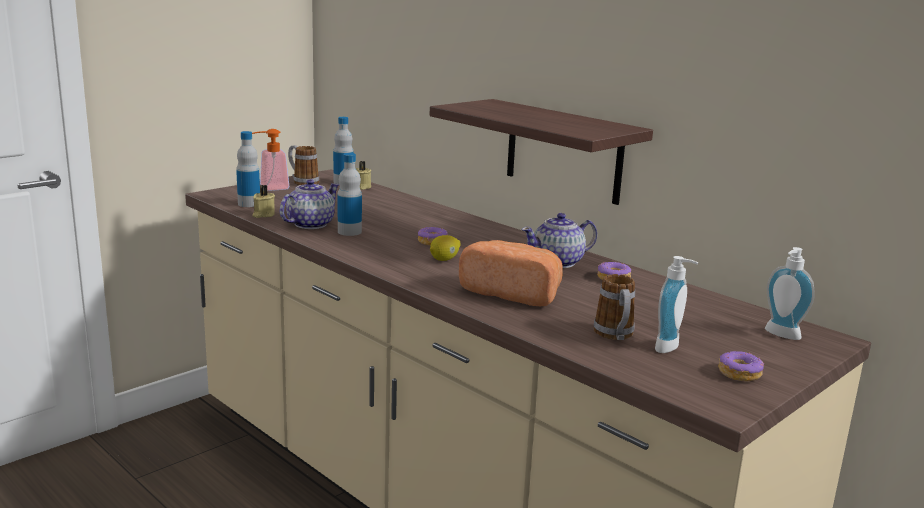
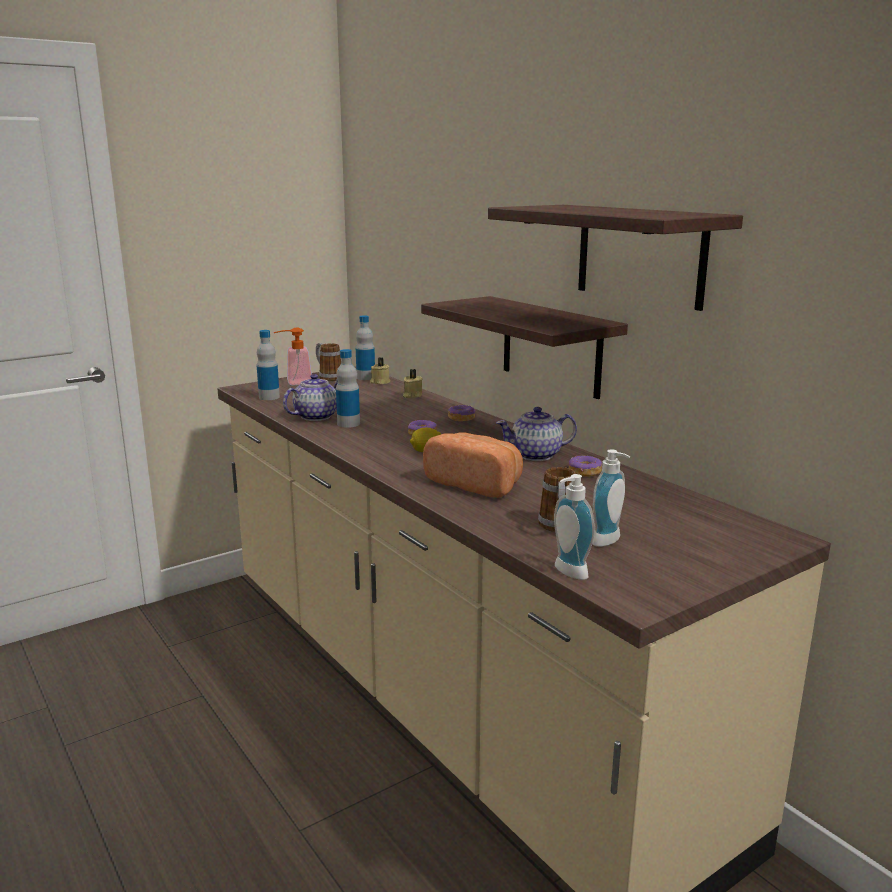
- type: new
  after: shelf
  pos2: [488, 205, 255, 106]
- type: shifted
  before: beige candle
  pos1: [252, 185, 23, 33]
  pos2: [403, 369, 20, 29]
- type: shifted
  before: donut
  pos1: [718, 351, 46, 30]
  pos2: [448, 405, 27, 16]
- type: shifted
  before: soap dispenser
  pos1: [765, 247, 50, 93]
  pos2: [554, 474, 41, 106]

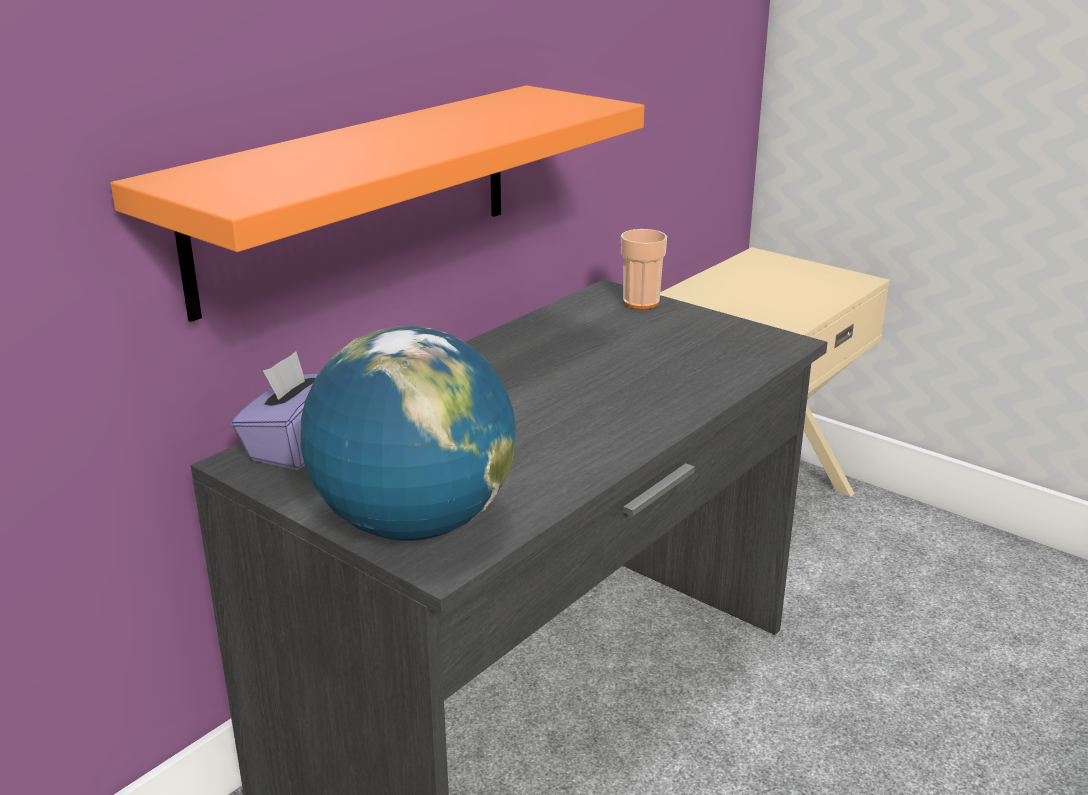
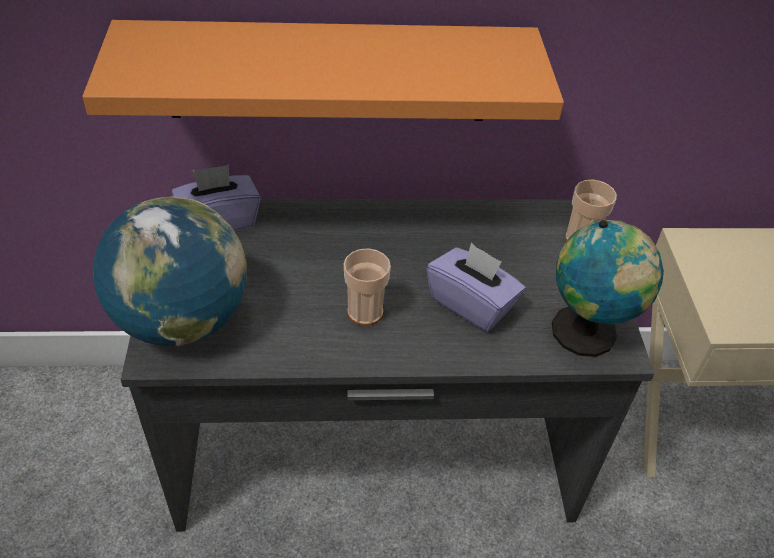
- type: new
  after: cup
  pos2: [344, 248, 47, 78]
- type: new
  after: purple tissue box
  pos2: [426, 242, 99, 90]
- type: new
  after: globe
  pos2: [552, 220, 112, 137]

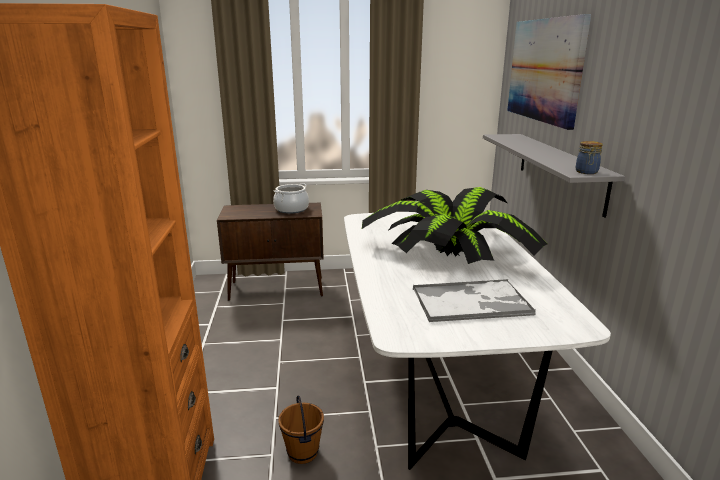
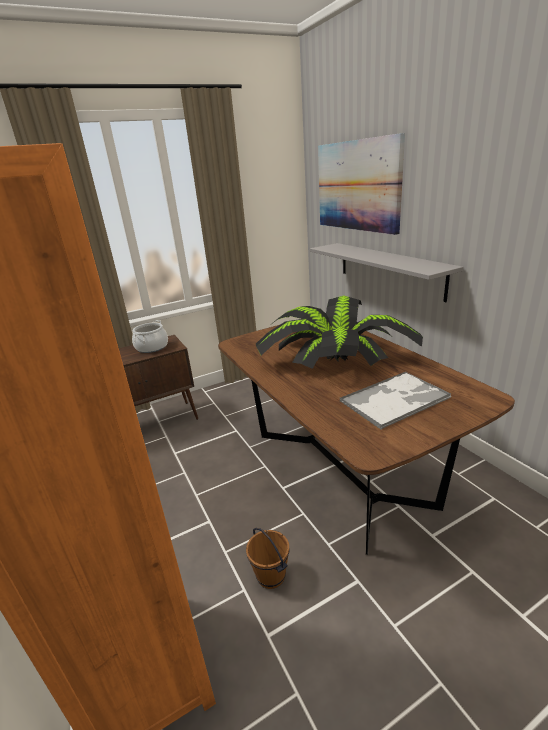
- type: gone
  before: jar
  pos1: [576, 141, 27, 33]
- type: repainted
  before: white dining table
  after: brown dining table
  pos1: [344, 212, 267, 258]
  pos2: [218, 325, 297, 230]

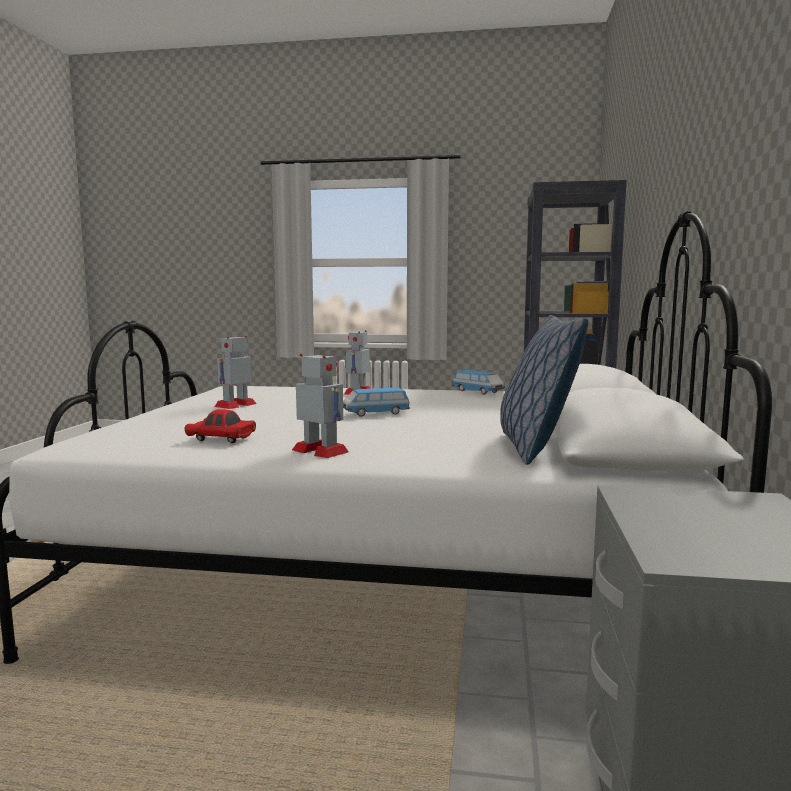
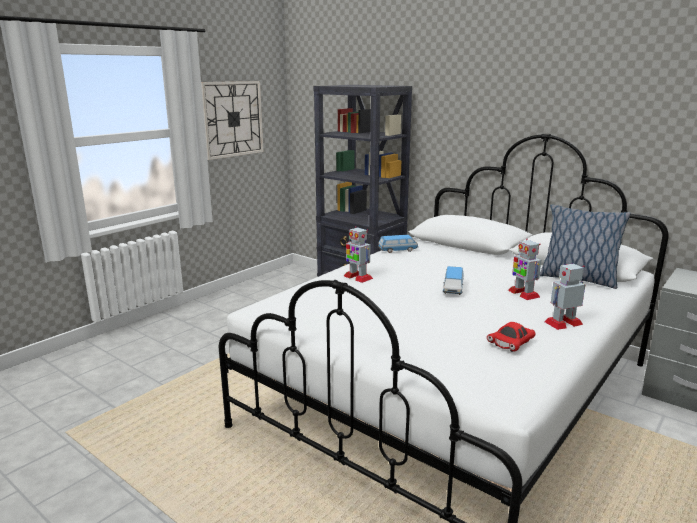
- type: new
  after: wall clock
  pos2: [201, 81, 63, 79]
- type: shifted
  before: toy robot
  pos1: [215, 336, 42, 73]
  pos2: [508, 239, 33, 61]

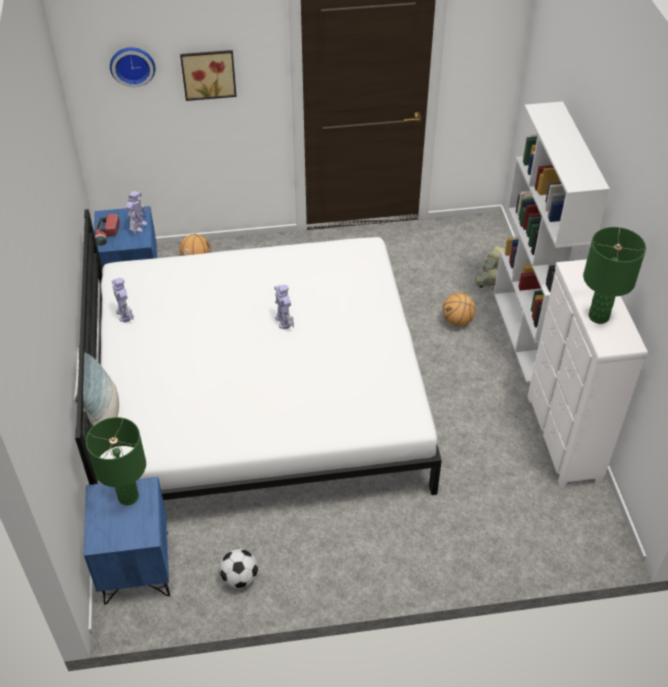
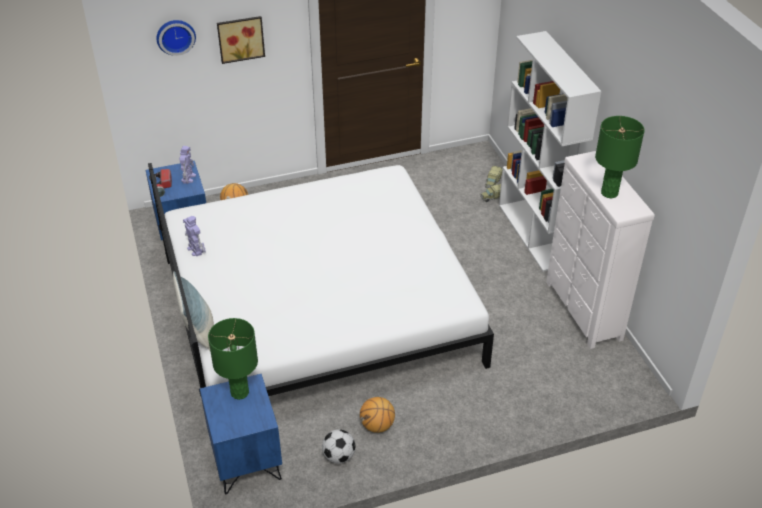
- type: gone
  before: toy robot
  pos1: [274, 285, 20, 44]
- type: shifted
  before: basketball
  pos1: [442, 293, 34, 33]
  pos2: [360, 397, 35, 36]

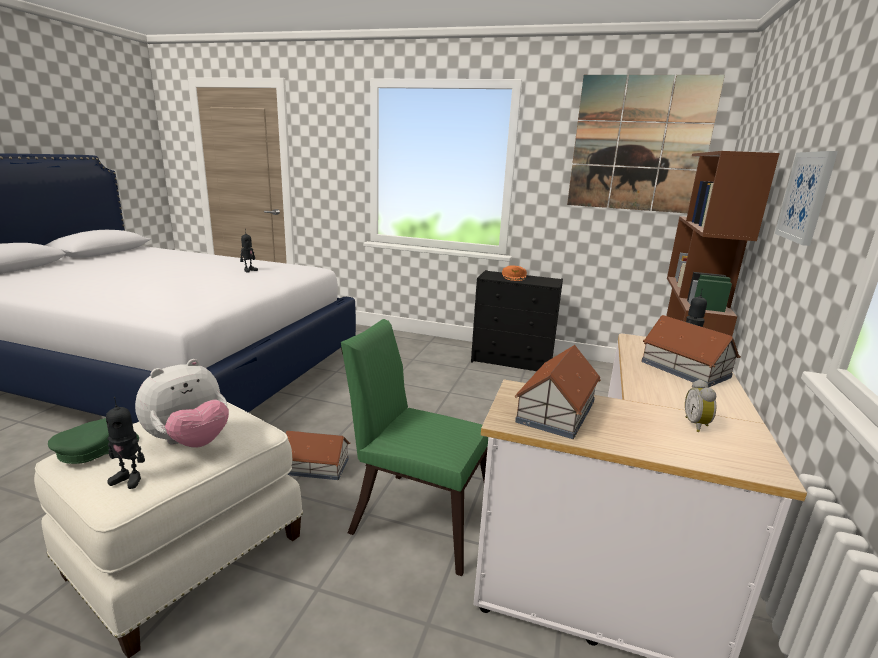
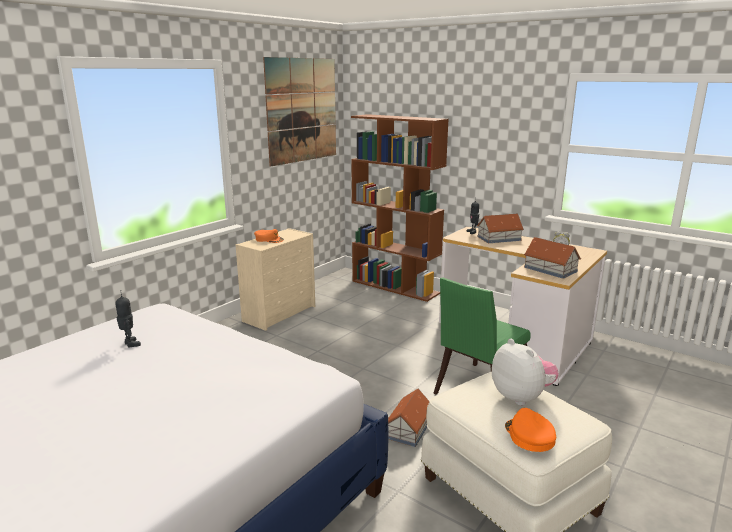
- type: gone
  before: toy robot
  pos1: [106, 397, 39, 92]
- type: gone
  before: picture
  pos1: [775, 151, 63, 95]
- type: repainted
  before: green cap
  after: orange cap
  pos1: [48, 418, 91, 46]
  pos2: [505, 408, 51, 44]
- type: repainted
  before: black dresser
  after: beige dresser
  pos1: [471, 270, 92, 101]
  pos2: [235, 228, 80, 103]

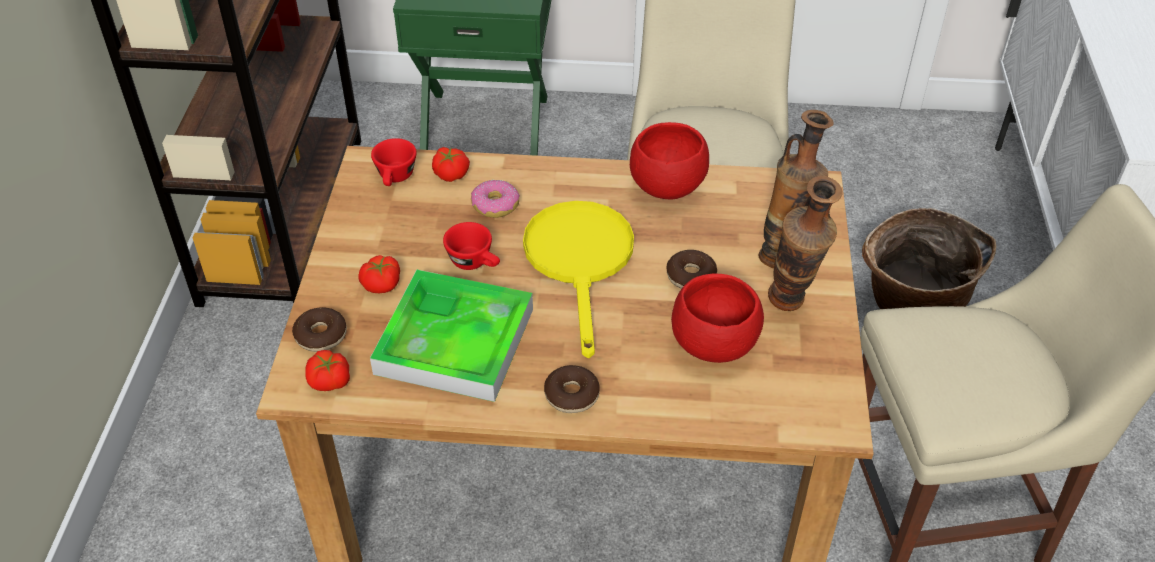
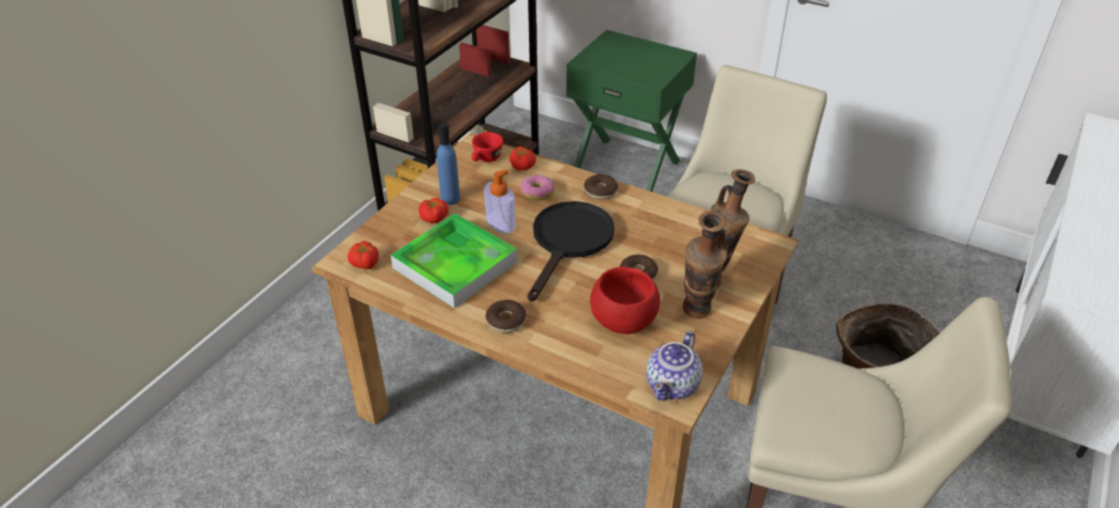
- type: gone
  before: red bowl
  pos1: [630, 122, 79, 78]
- type: new
  after: blue bottle
  pos2: [436, 123, 24, 82]
- type: new
  after: teapot
  pos2: [646, 331, 57, 70]
- type: shifted
  before: donut
  pos1: [292, 307, 55, 45]
  pos2: [584, 174, 34, 25]
- type: swapped
  before: red cup
  after: soap dispenser
  pos1: [443, 222, 57, 48]
  pos2: [484, 169, 32, 65]
- type: repainted
  before: yellow frying pan
  after: black frying pan
  pos1: [523, 201, 111, 157]
  pos2: [527, 201, 87, 101]

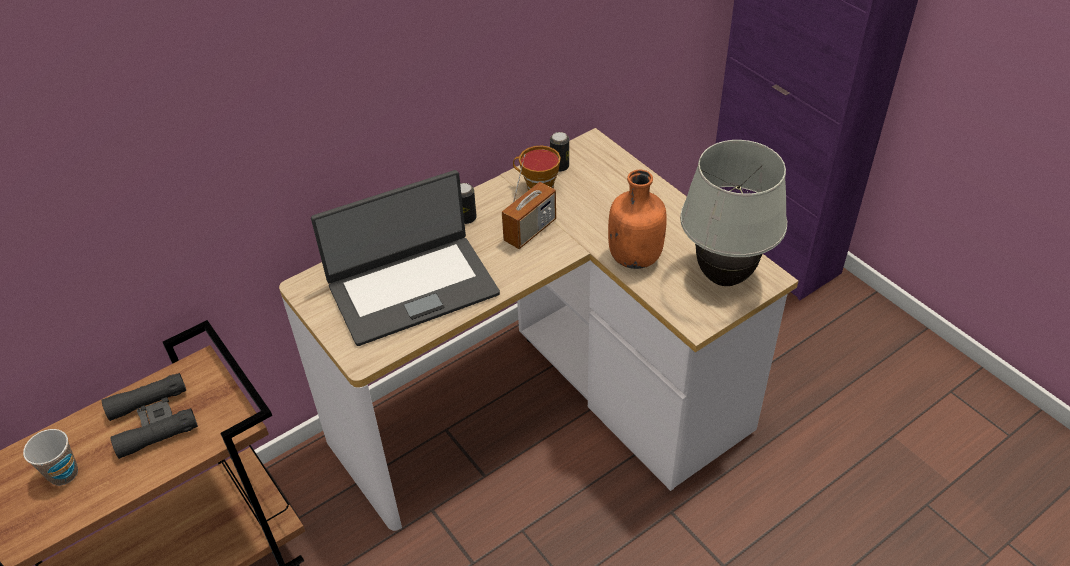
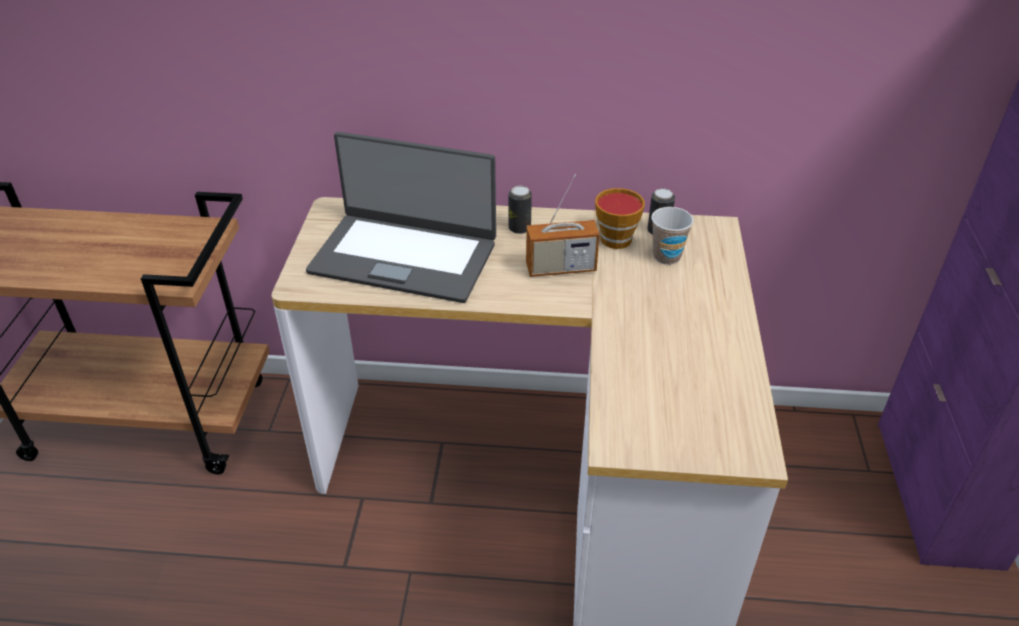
- type: gone
  before: black binoculars
  pos1: [102, 373, 96, 86]
- type: gone
  before: orange bottle
  pos1: [608, 170, 59, 99]
- type: gone
  before: white table lamp
  pos1: [680, 140, 107, 146]
- type: shifted
  before: cup
  pos1: [23, 429, 55, 57]
  pos2: [651, 207, 42, 58]

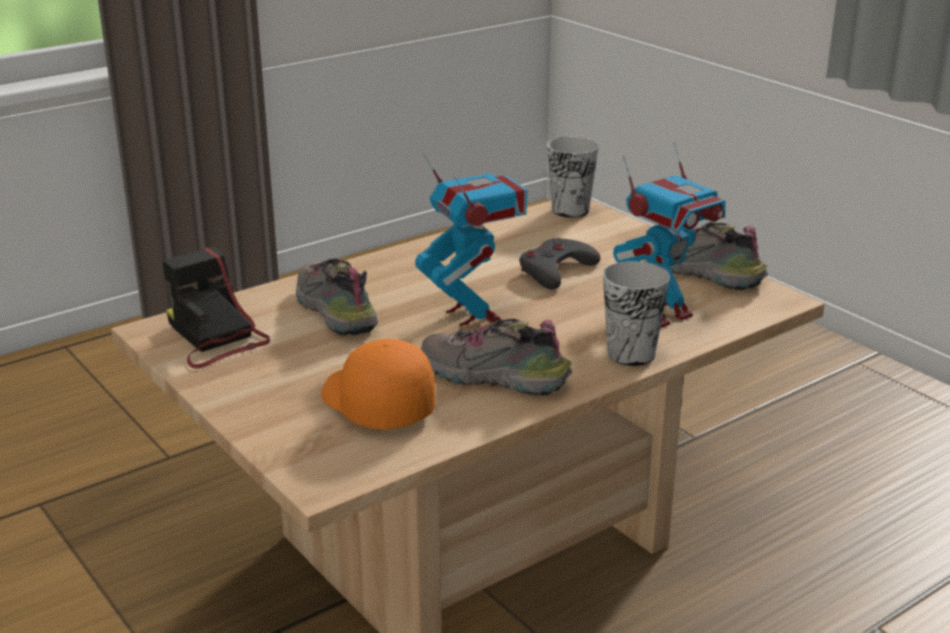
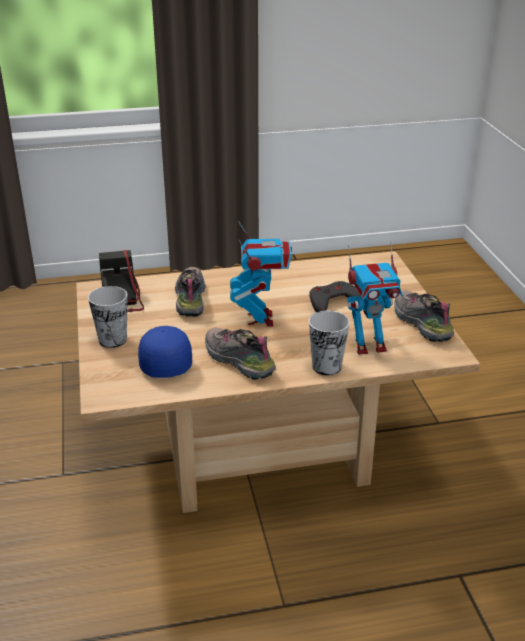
- type: shifted
  before: cup
  pos1: [547, 137, 52, 81]
  pos2: [88, 286, 39, 62]
- type: repainted
  before: orange cap
  after: blue cap
  pos1: [321, 339, 115, 91]
  pos2: [138, 326, 54, 52]

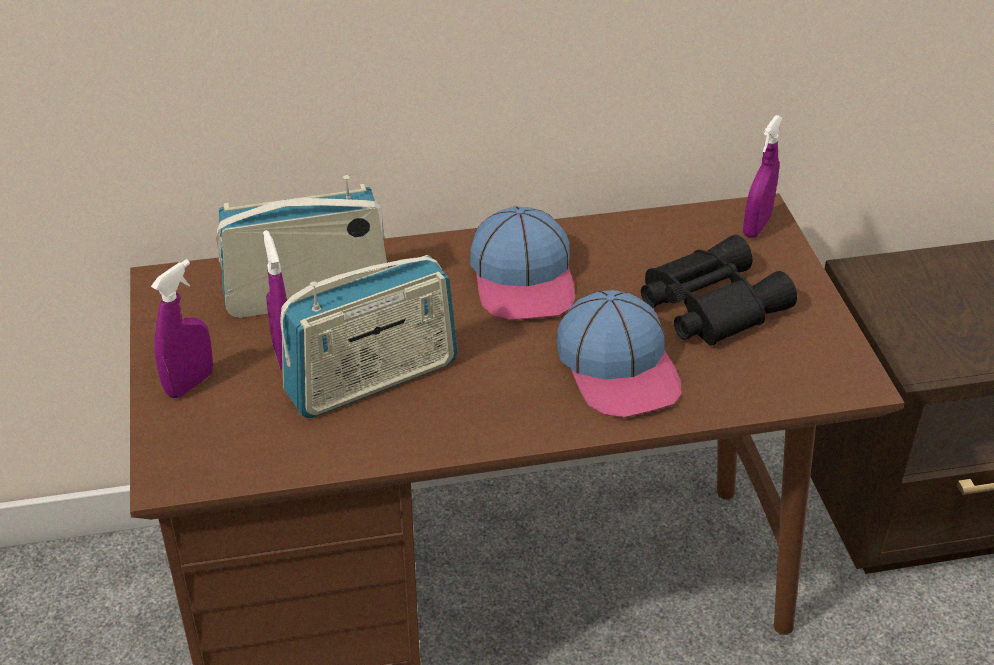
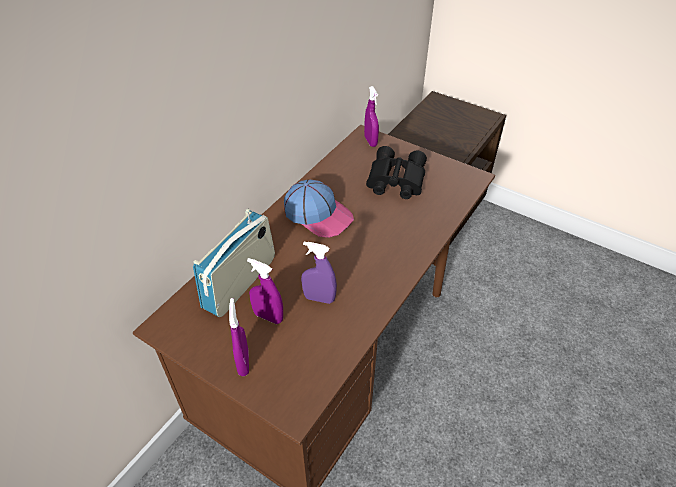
- type: gone
  before: cap
  pos1: [557, 290, 125, 128]
- type: swapped
  before: radio
  after: purple spray bottle
  pos1: [280, 255, 178, 163]
  pos2: [301, 242, 36, 62]

